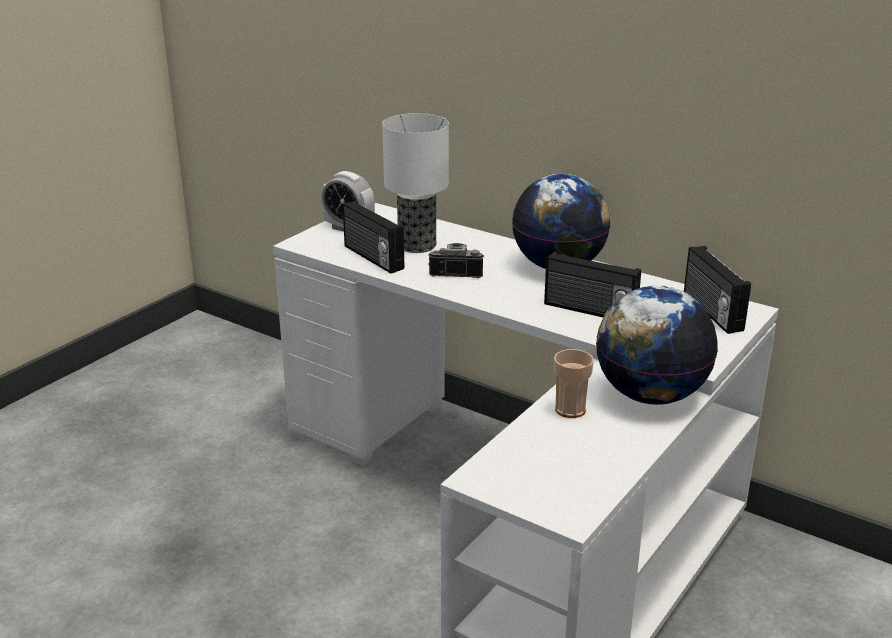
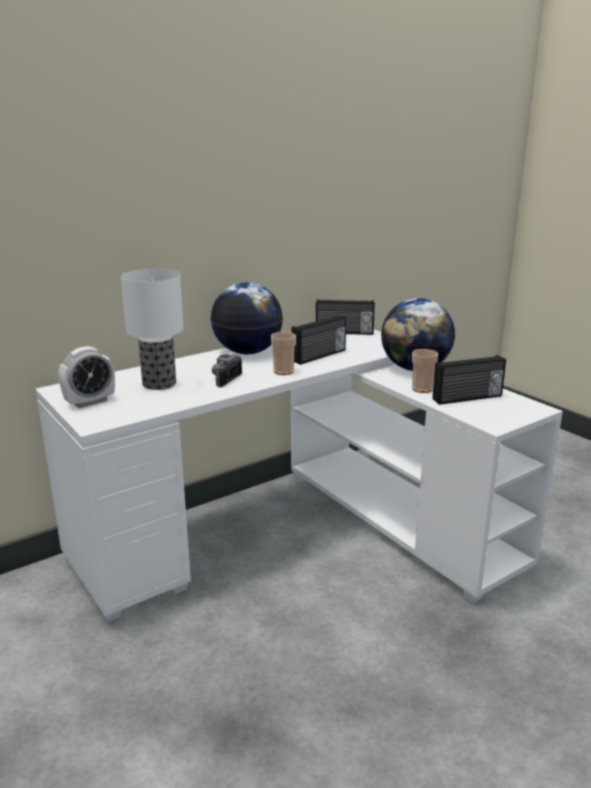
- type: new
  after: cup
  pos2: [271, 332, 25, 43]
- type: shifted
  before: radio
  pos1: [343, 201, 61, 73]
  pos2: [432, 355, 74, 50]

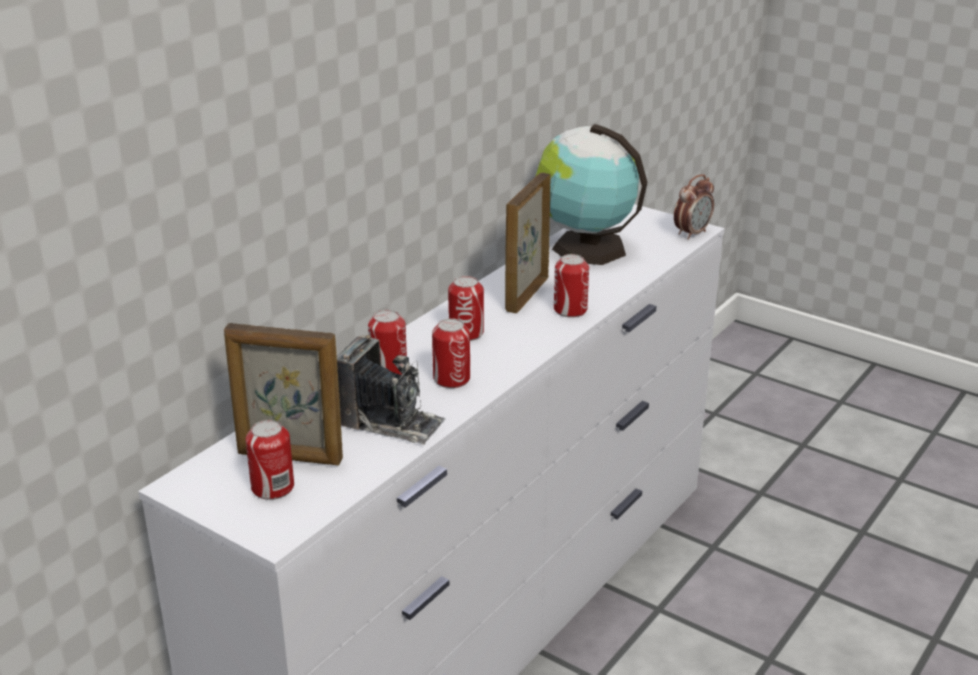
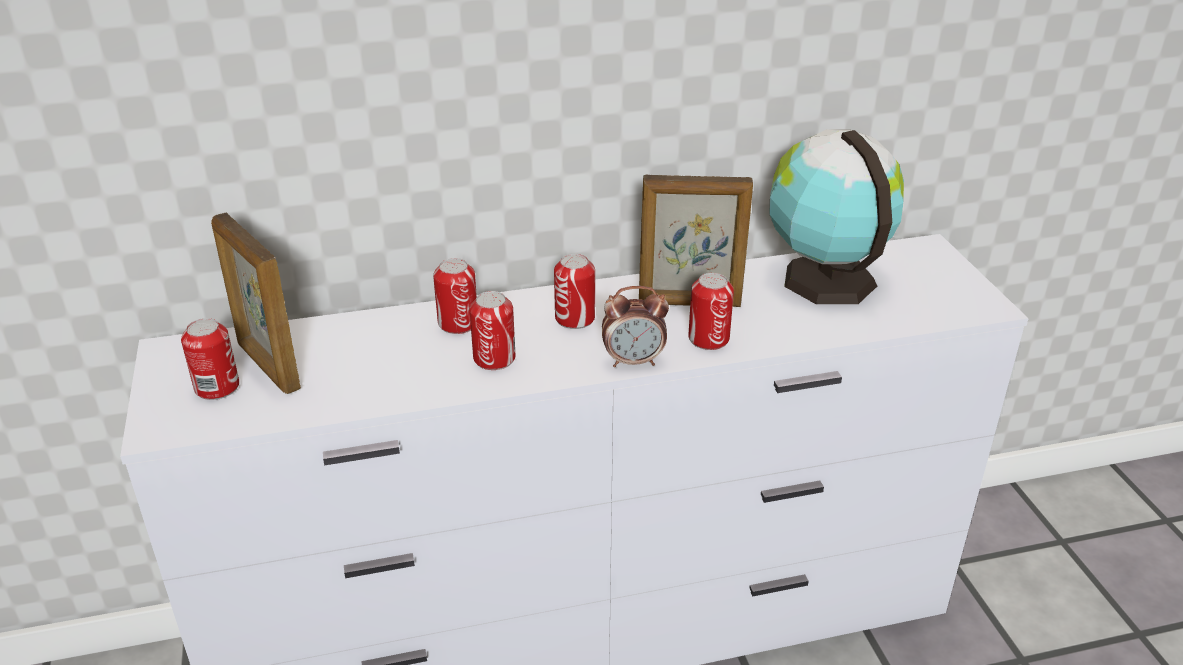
- type: gone
  before: photo camera
  pos1: [337, 335, 109, 110]
- type: shifted
  before: alarm clock
  pos1: [674, 174, 40, 66]
  pos2: [602, 286, 67, 81]
- type: rotated
  before: picture frame
  pos1: [505, 173, 46, 140]
  pos2: [639, 174, 114, 133]
  turn: -150

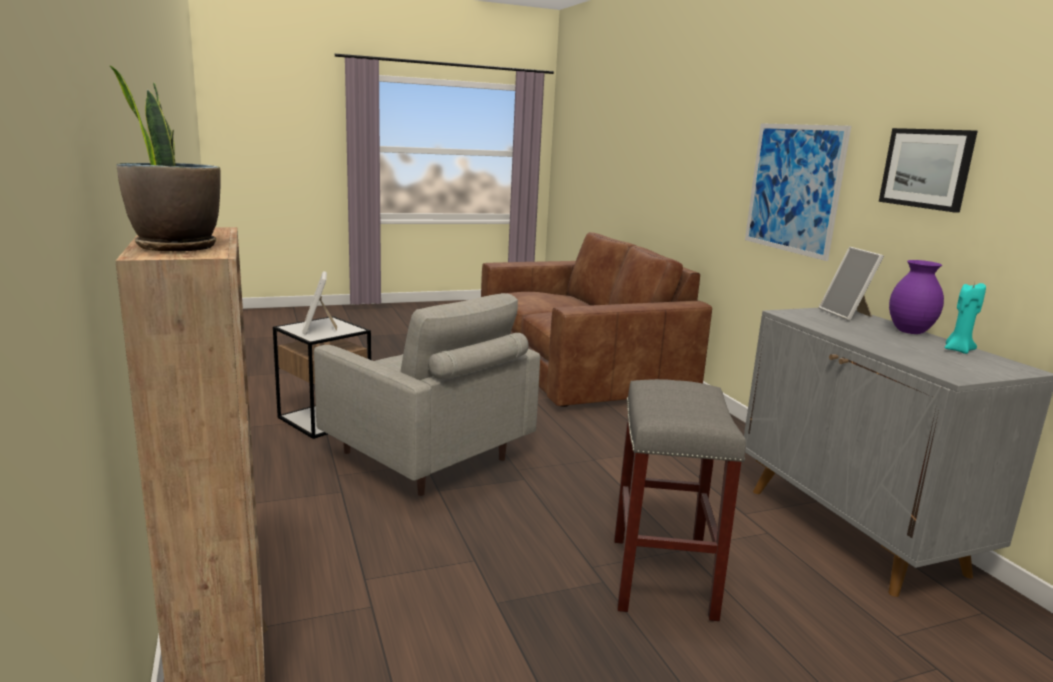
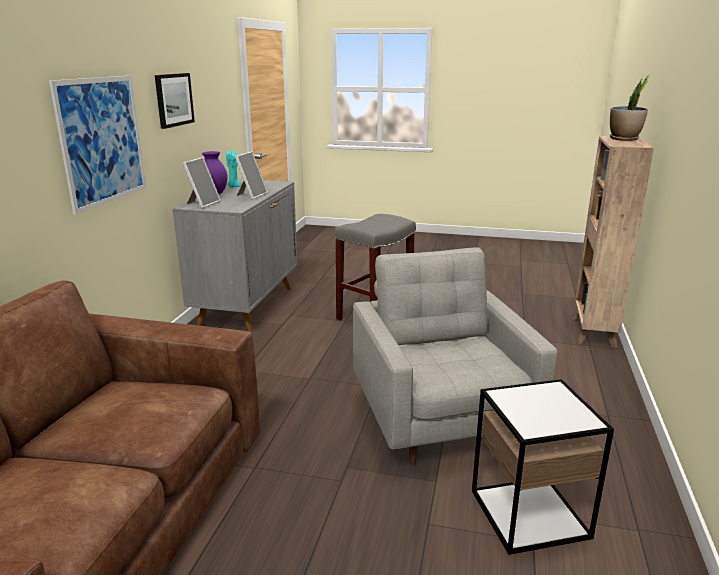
- type: shifted
  before: picture frame
  pos1: [302, 271, 35, 64]
  pos2: [235, 151, 33, 49]

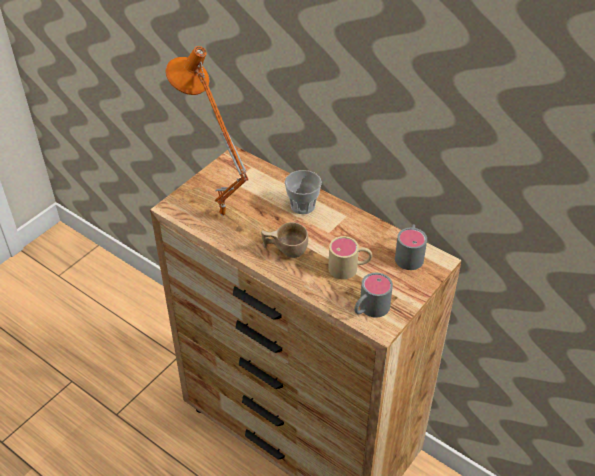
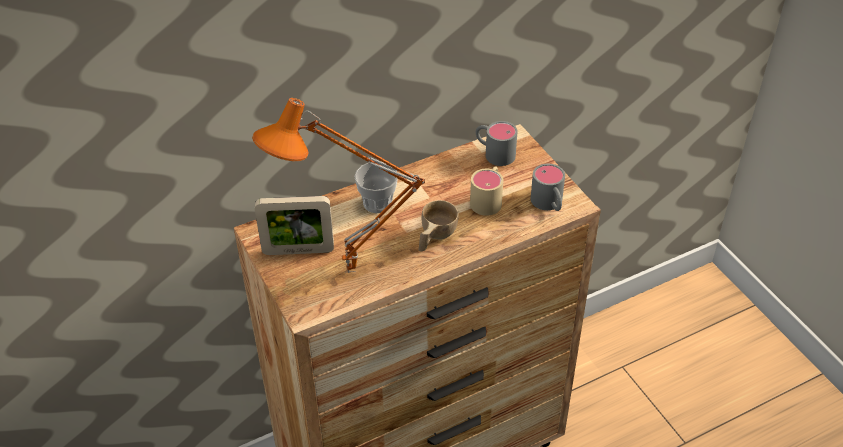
- type: new
  after: picture frame
  pos2: [255, 196, 79, 59]

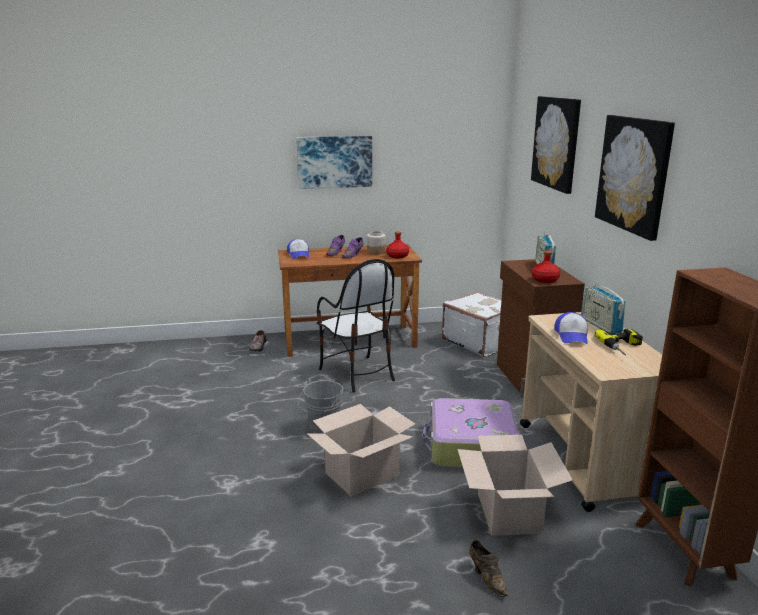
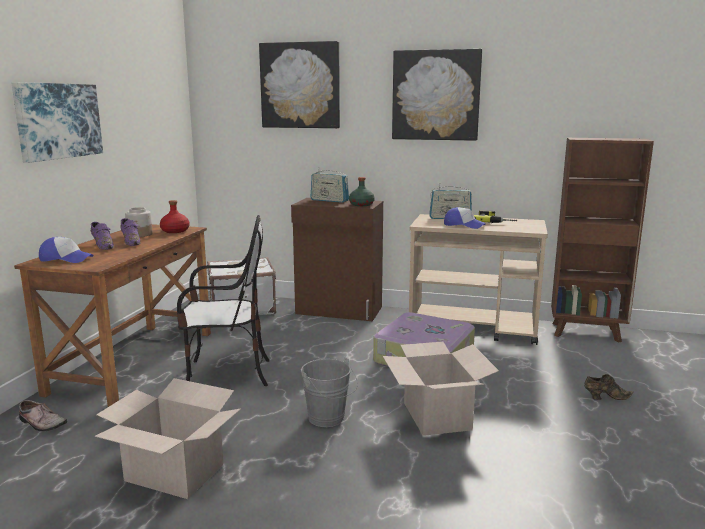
- type: shifted
  before: cardboard box
  pos1: [457, 435, 116, 101]
  pos2: [95, 378, 146, 121]
- type: repainted
  before: red bottle
  after: green bottle
  pos1: [532, 250, 28, 33]
  pos2: [349, 177, 26, 29]

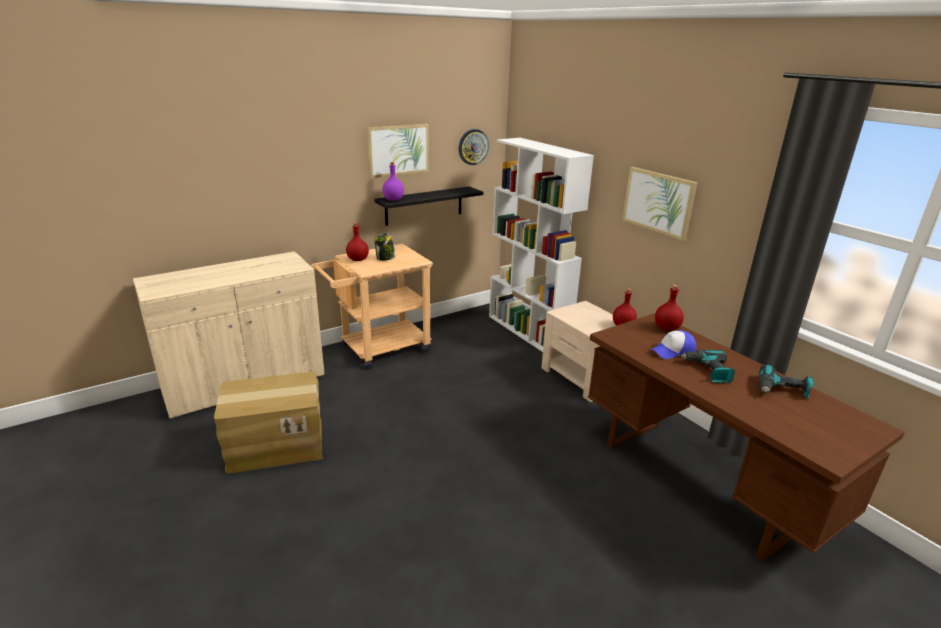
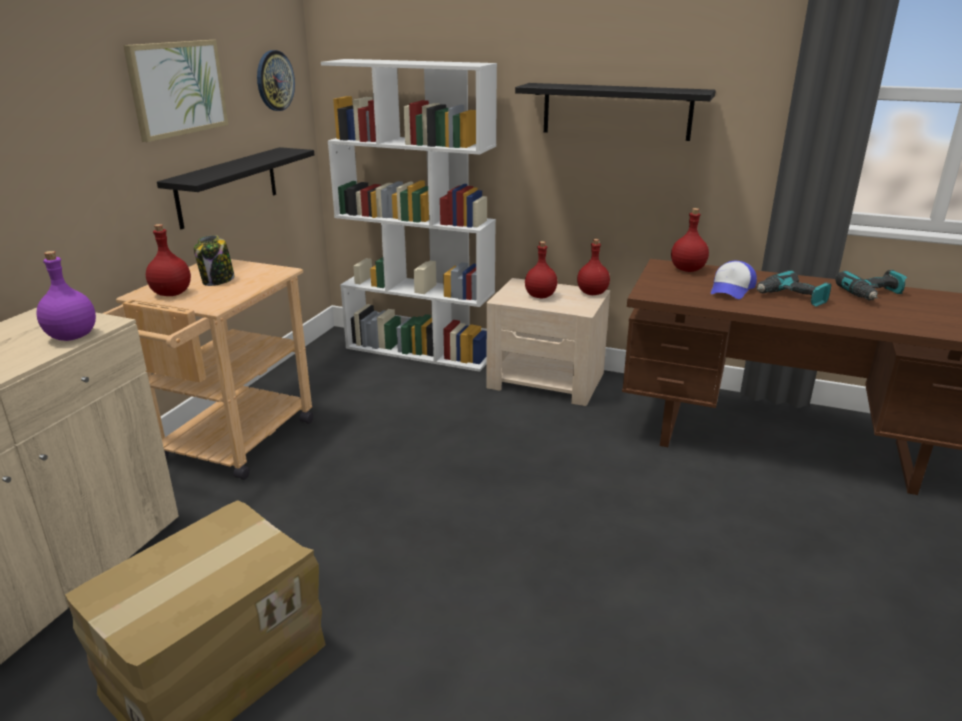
- type: new
  after: red bottle
  pos2: [525, 241, 32, 57]
- type: shifted
  before: purple bottle
  pos1: [382, 162, 22, 39]
  pos2: [36, 251, 60, 90]
- type: swapped
  before: picture
  after: black shelf
  pos1: [623, 167, 75, 74]
  pos2: [515, 83, 201, 58]

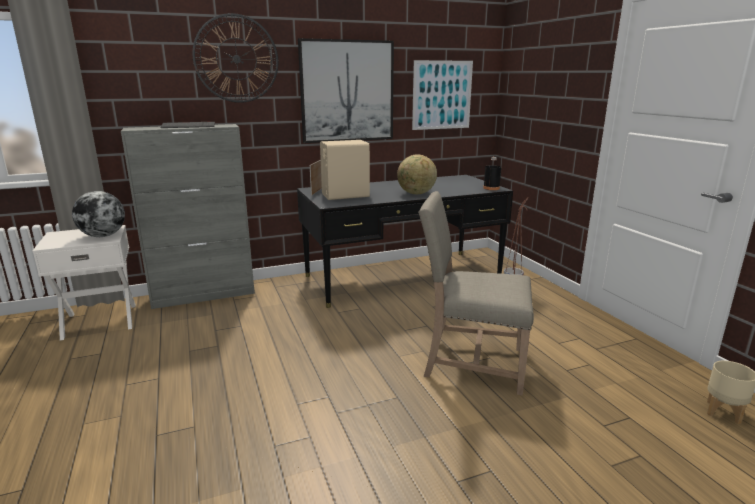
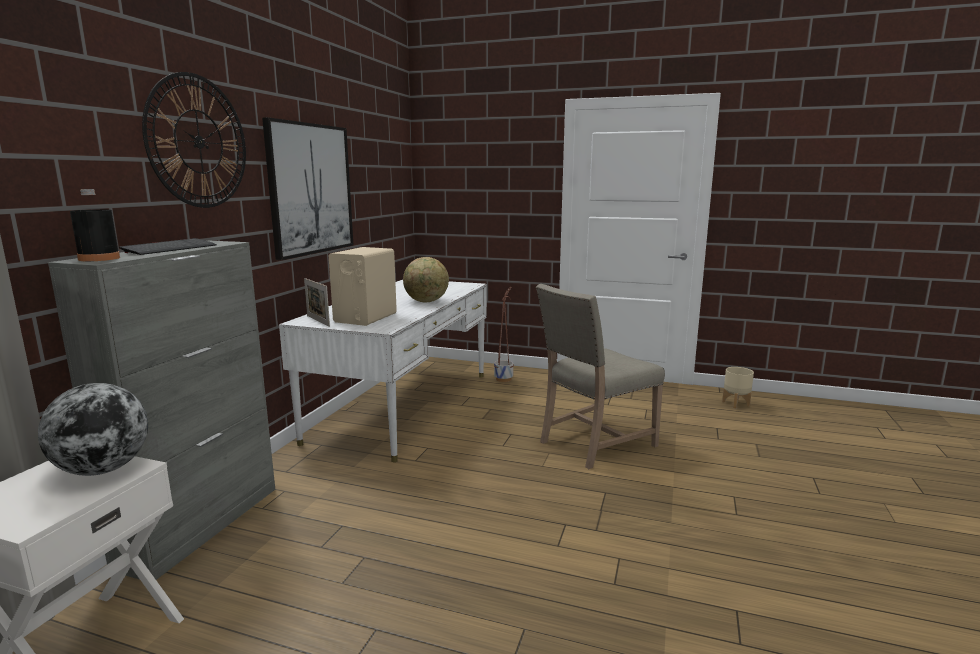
- type: gone
  before: picture
  pos1: [412, 60, 61, 70]
- type: shifted
  before: black bottle
  pos1: [483, 157, 18, 33]
  pos2: [70, 189, 50, 72]
- type: repainted
  before: black desk
  after: white desk
  pos1: [297, 175, 216, 133]
  pos2: [279, 280, 208, 182]

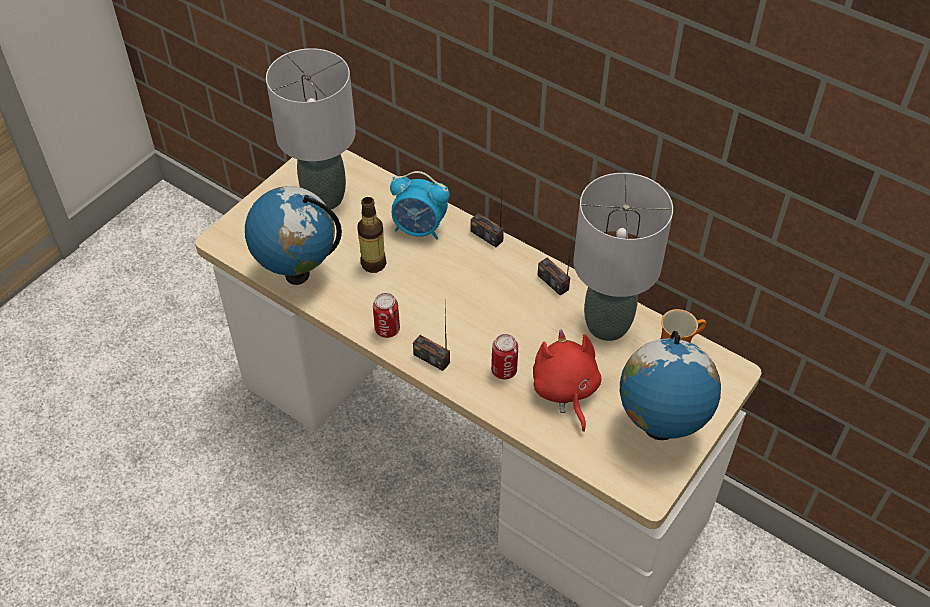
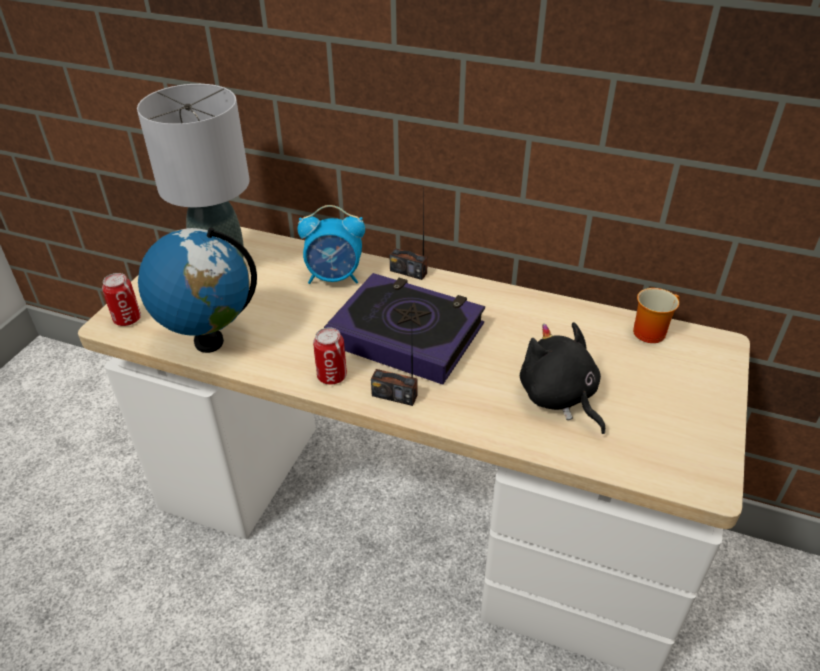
- type: gone
  before: bottle
  pos1: [357, 197, 29, 76]
- type: gone
  before: radio
  pos1: [538, 227, 35, 69]
- type: gone
  before: grey table lamp
  pos1: [573, 173, 100, 168]
- type: gone
  before: globe
  pos1: [620, 331, 101, 109]
- type: new
  after: book
  pos2: [324, 273, 161, 112]
- type: shifted
  before: can
  pos1: [491, 334, 27, 45]
  pos2: [102, 273, 39, 53]
- type: repainted
  before: red plush toy
  after: black plush toy
  pos1: [533, 330, 68, 102]
  pos2: [520, 322, 85, 112]

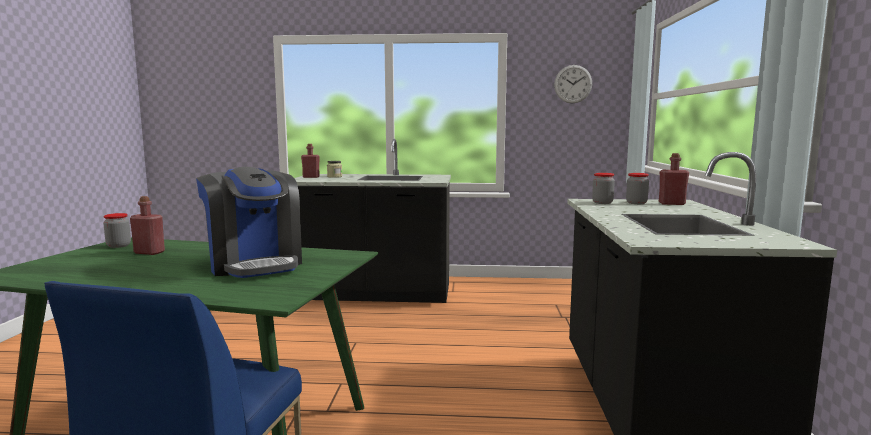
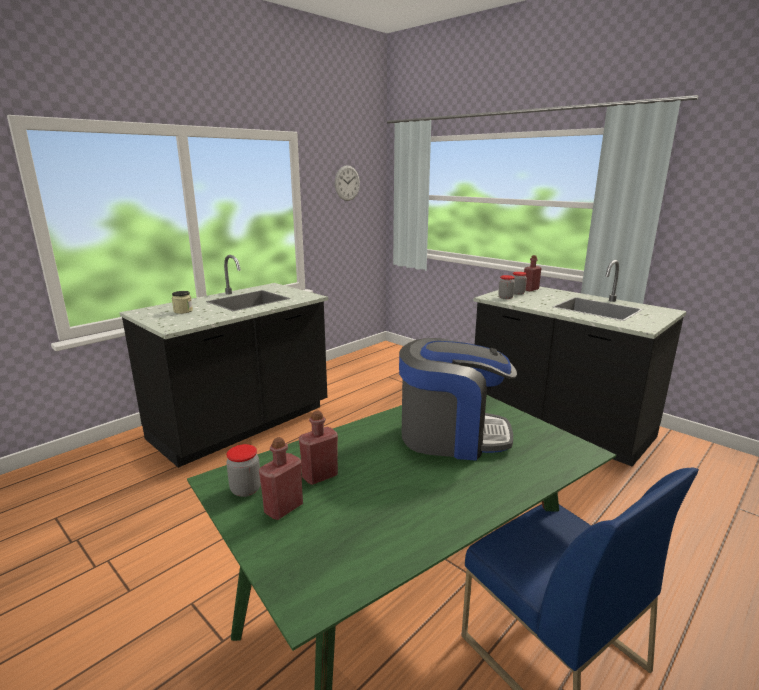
- type: shifted
  before: red bottle
  pos1: [301, 144, 19, 34]
  pos2: [259, 437, 44, 83]

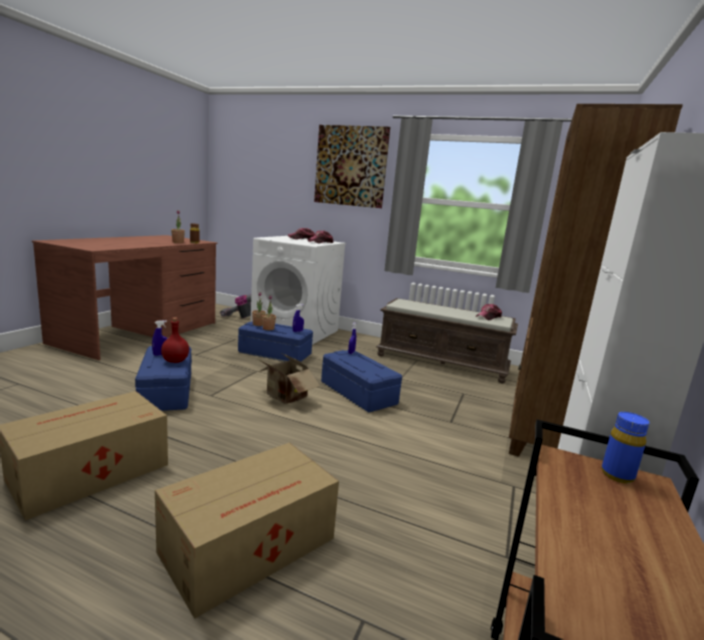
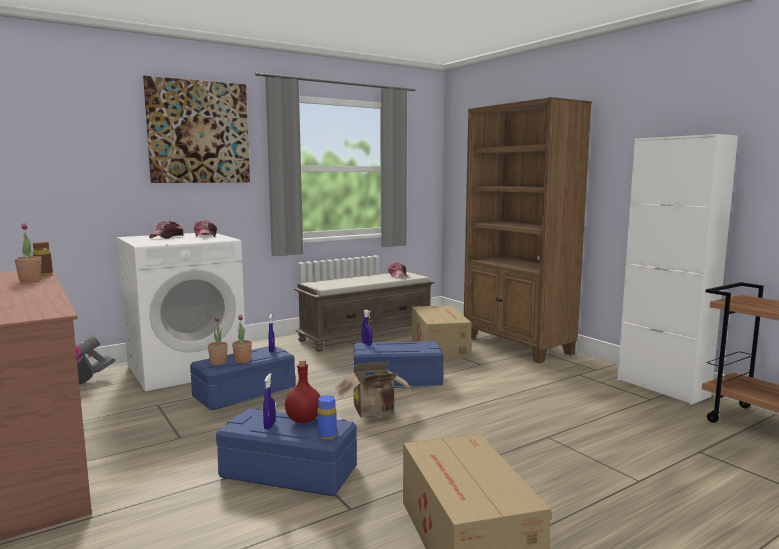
- type: shifted
  before: cardboard box
  pos1: [155, 443, 184, 176]
  pos2: [412, 305, 59, 54]
- type: shifted
  before: blue bottle
  pos1: [601, 412, 48, 72]
  pos2: [317, 395, 20, 45]

